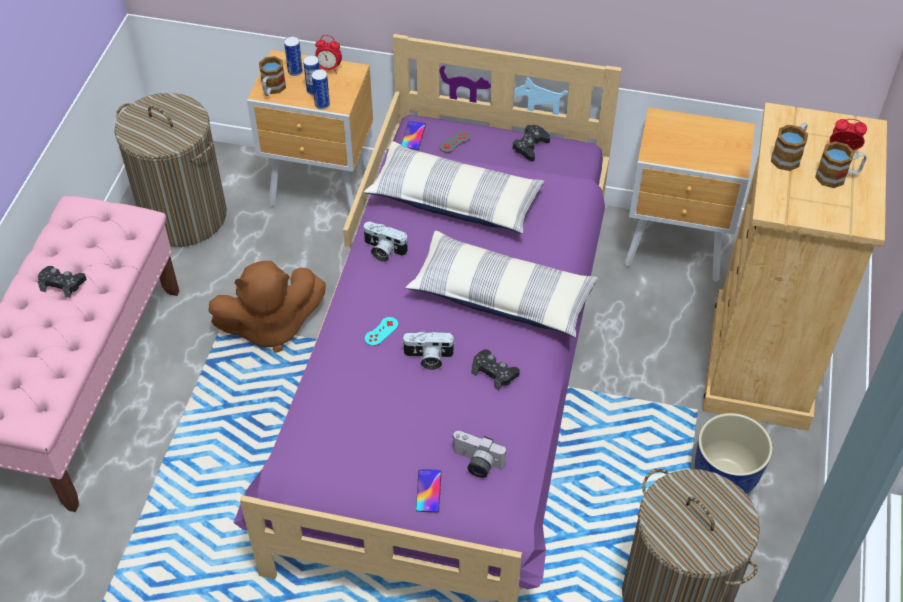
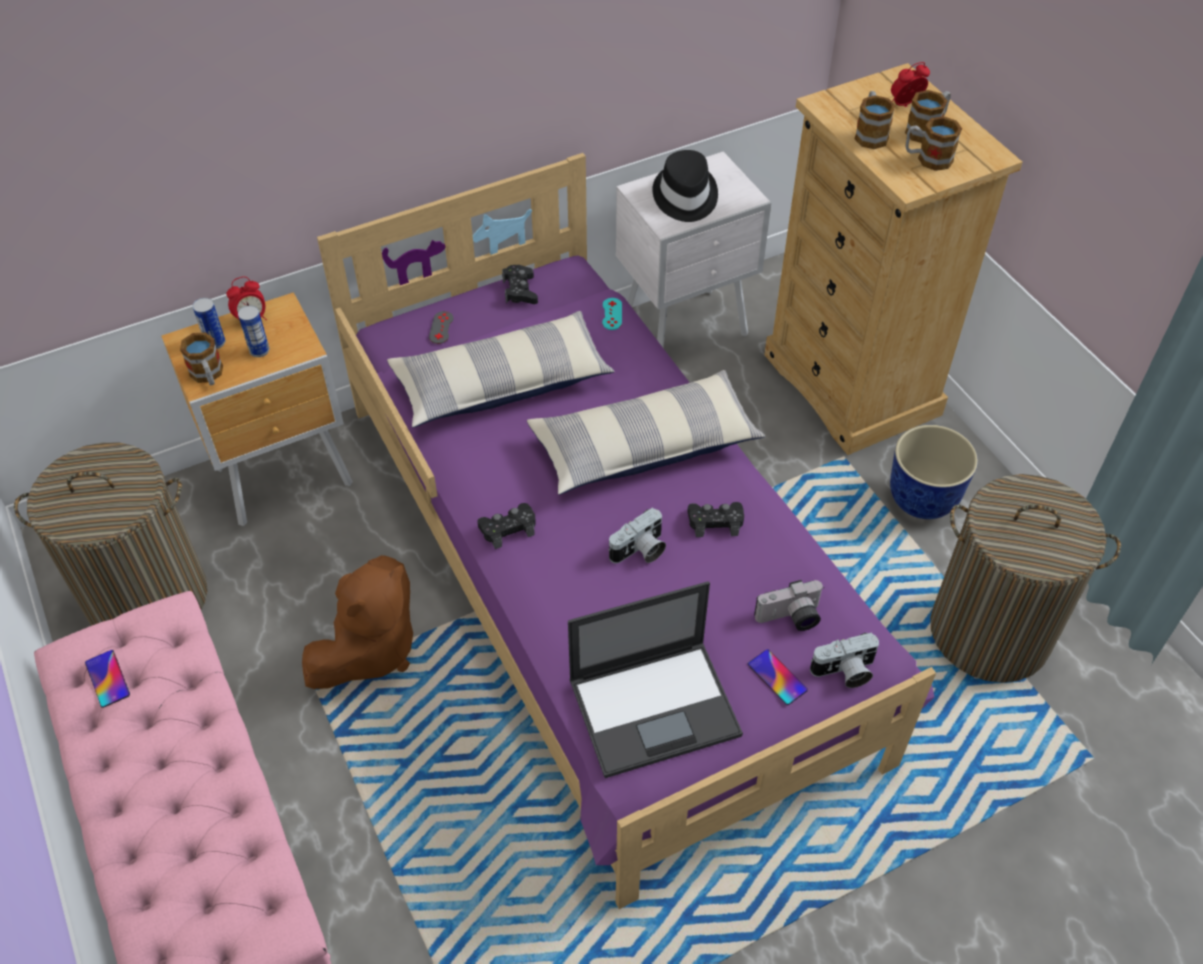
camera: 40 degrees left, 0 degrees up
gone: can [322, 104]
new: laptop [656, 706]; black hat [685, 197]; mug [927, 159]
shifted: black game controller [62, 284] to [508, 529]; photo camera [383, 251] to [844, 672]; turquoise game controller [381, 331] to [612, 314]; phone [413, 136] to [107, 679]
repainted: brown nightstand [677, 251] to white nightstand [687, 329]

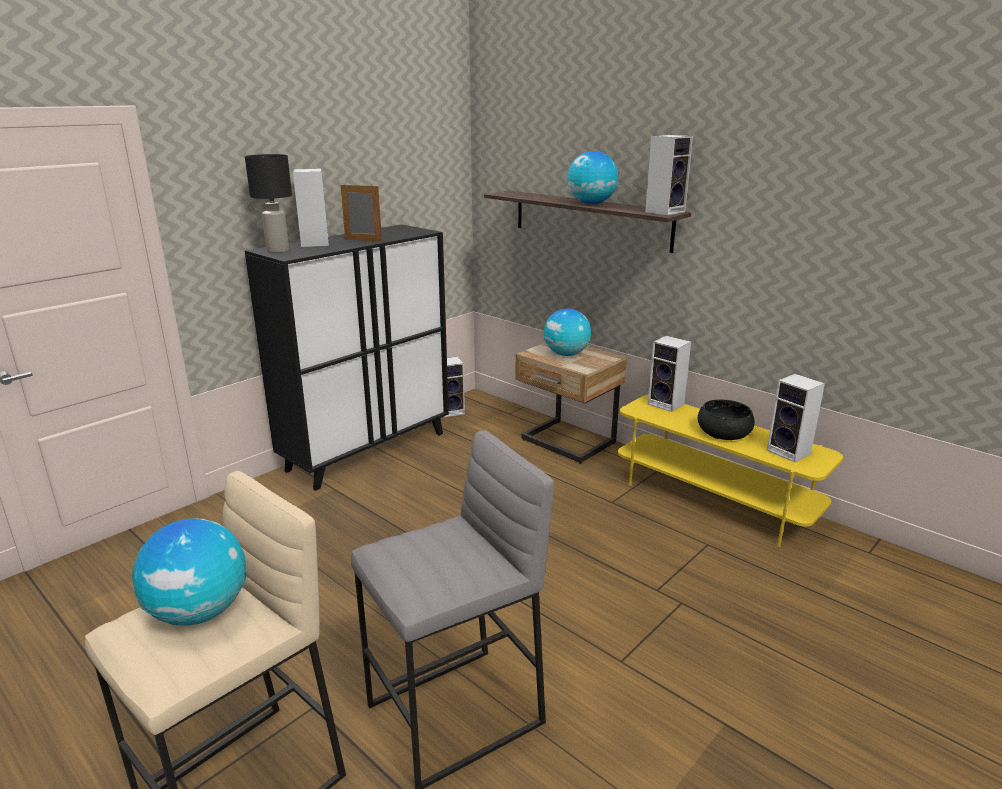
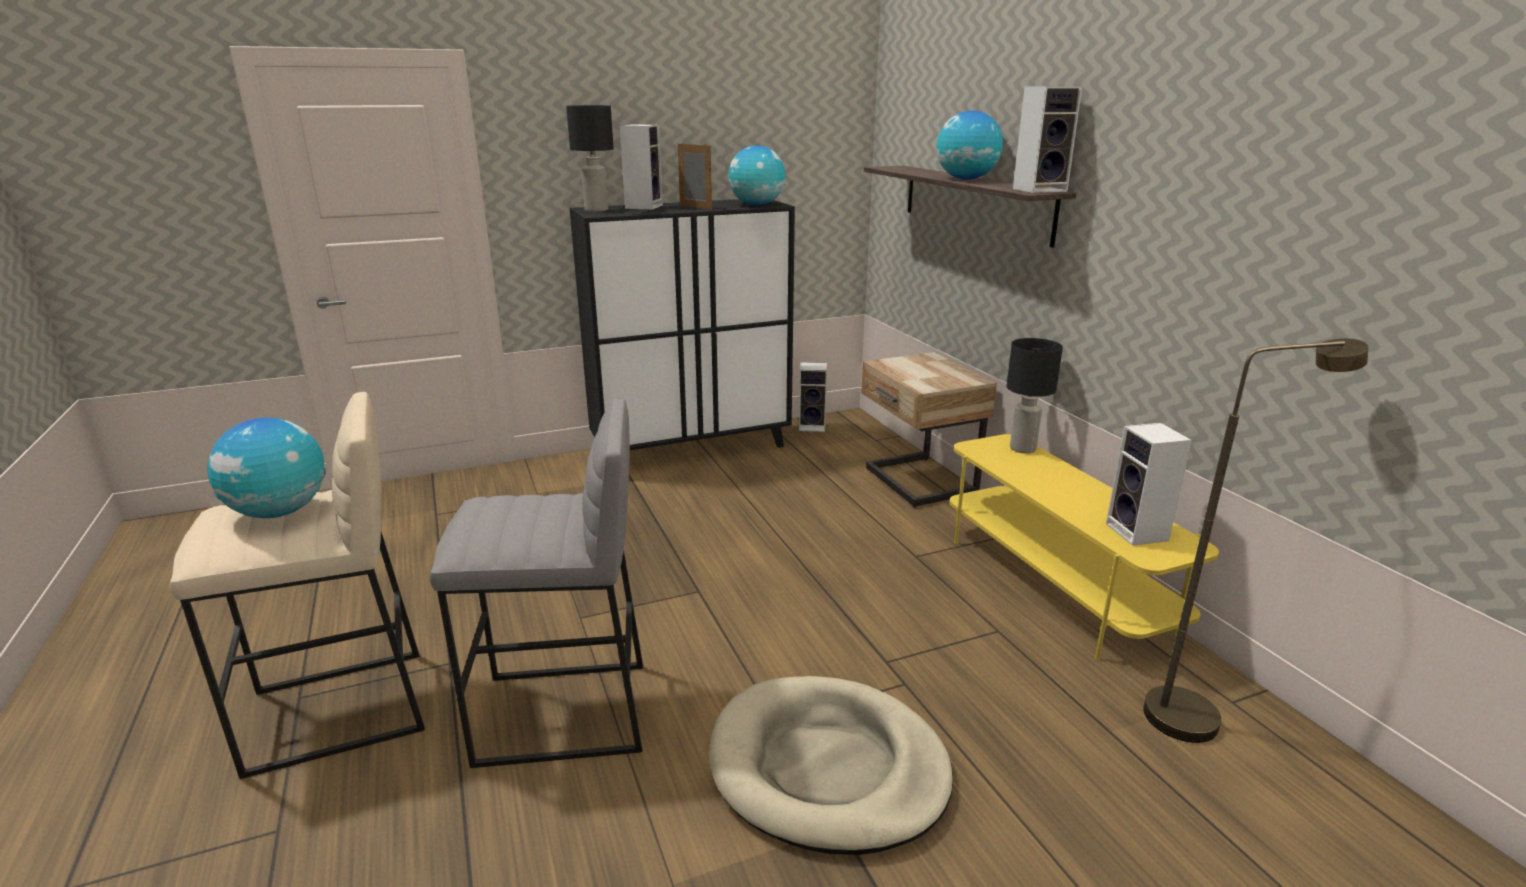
camera: 25 degrees right, 0 degrees up
gone: black bowl [724, 432]
new: beige dog bed [827, 768]; brown floor lamp [1196, 713]
shifted: globe [566, 354] to [757, 205]
swapped: speaker [667, 404] to black table lamp [1023, 449]

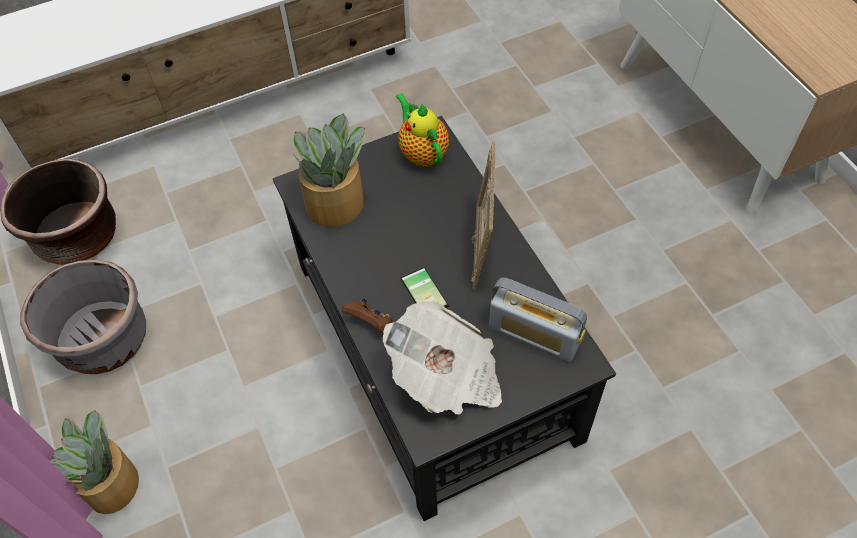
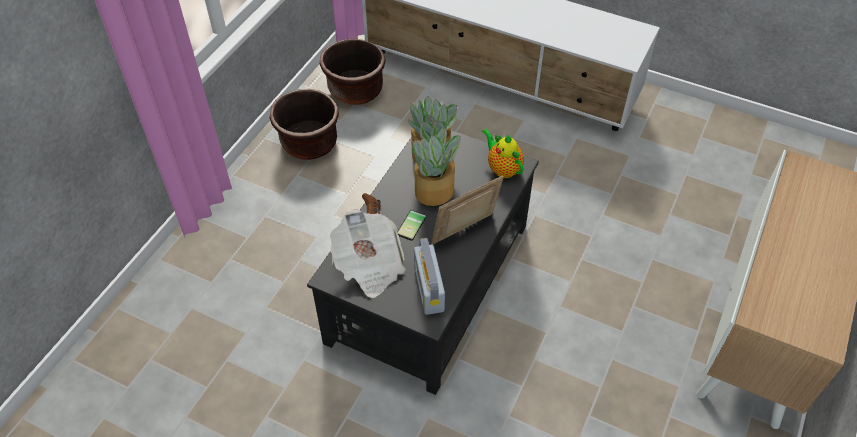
camera: 50 degrees right, 5 degrees down
shifted: potted plant [113, 484] to [435, 191]
repainted: grey planter [103, 340] to brown planter [309, 143]
rotated: teapot [422, 152] = [502, 168] 60 degrees counterclockwise

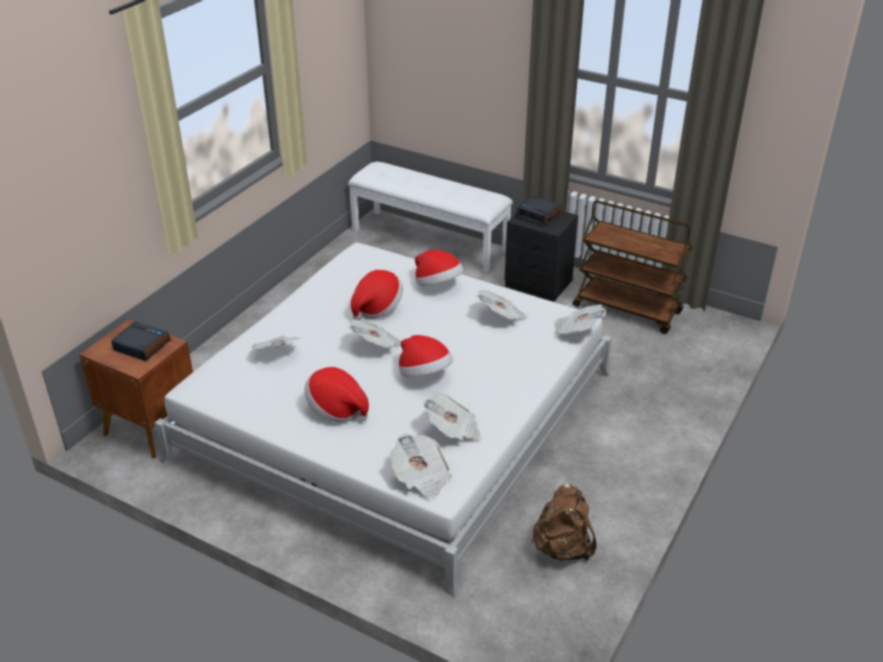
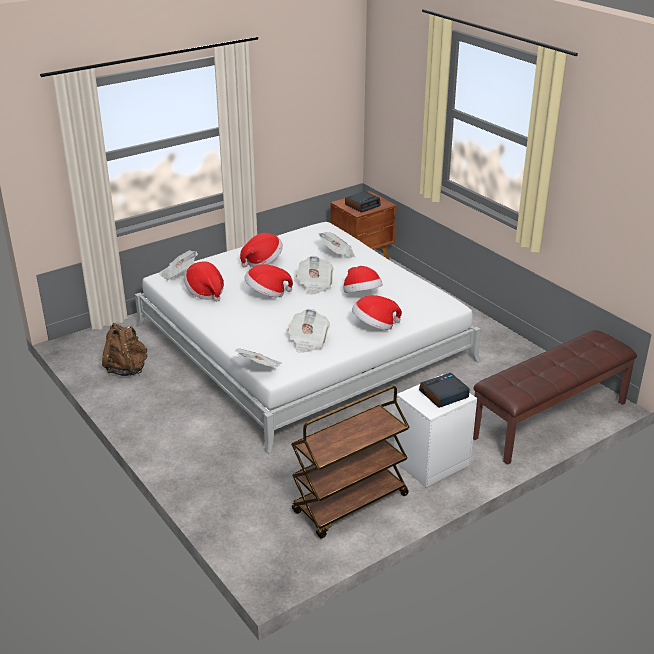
camera: 115 degrees right, 5 degrees down
swapped: newspaper [453, 430] to hat [205, 292]
repainted: white bench [430, 240] to brown bench [550, 420]; black nightstand [539, 284] to white nightstand [430, 462]

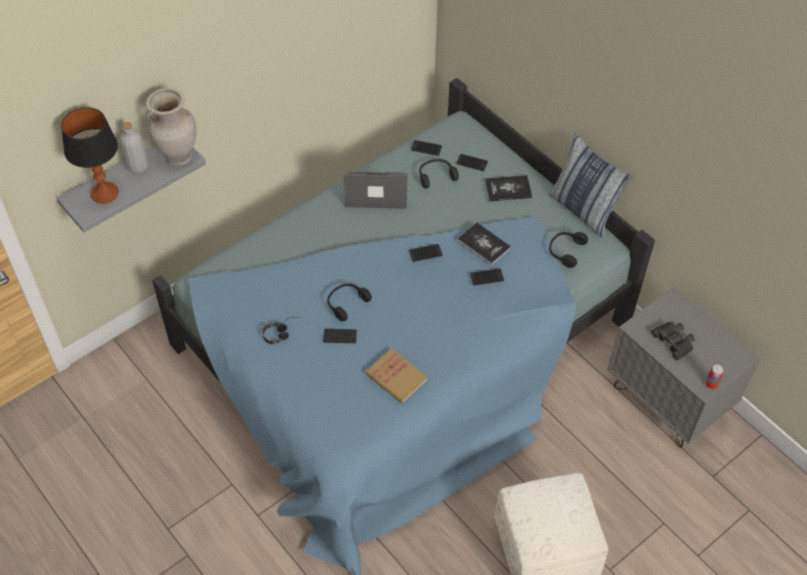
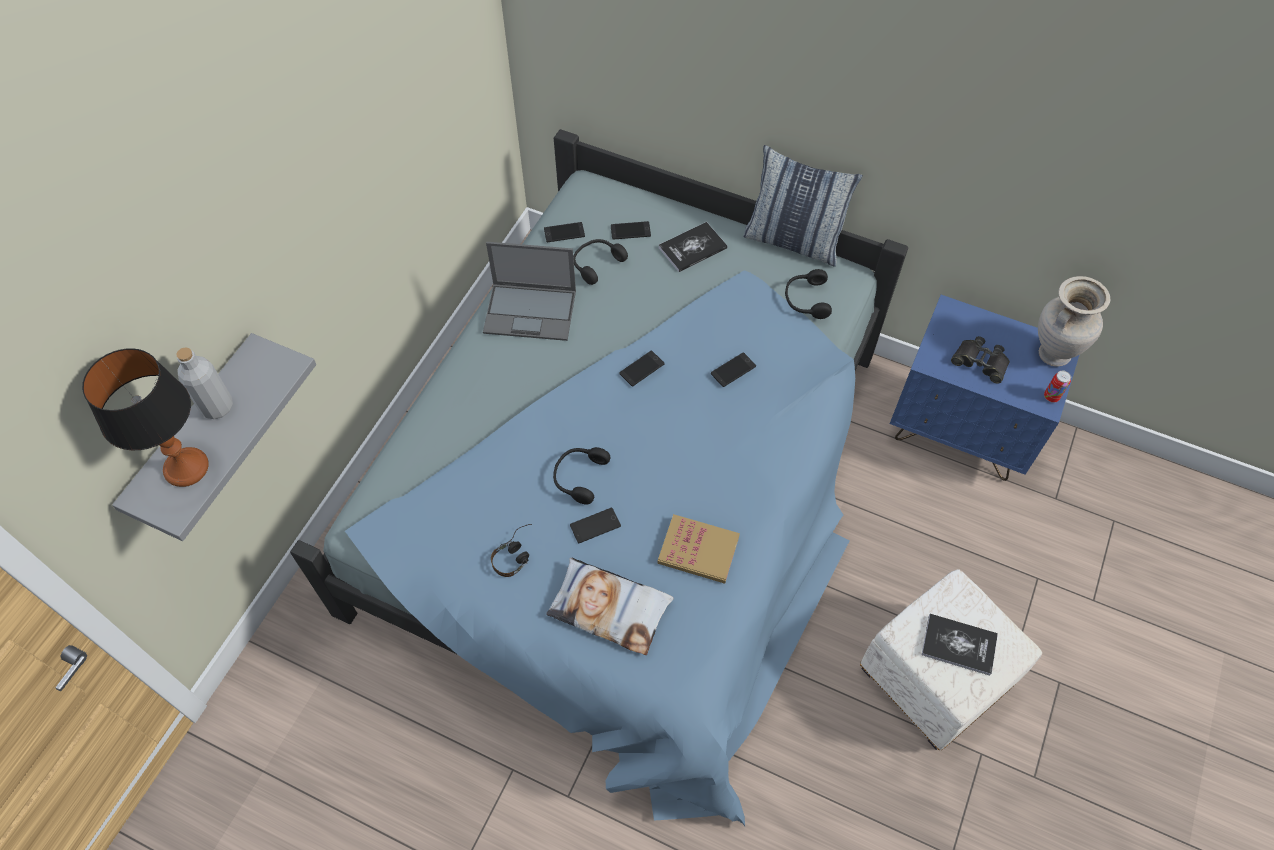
camera: 25 degrees left, 5 degrees up
new: pillow [610, 608]
shifted: beige vase [178, 156] to [1052, 354]; book [483, 244] to [959, 644]
repainted: grey nightstand [667, 401] to blue nightstand [960, 431]
rotated: laptop [375, 191] = [531, 311] 150 degrees counterclockwise

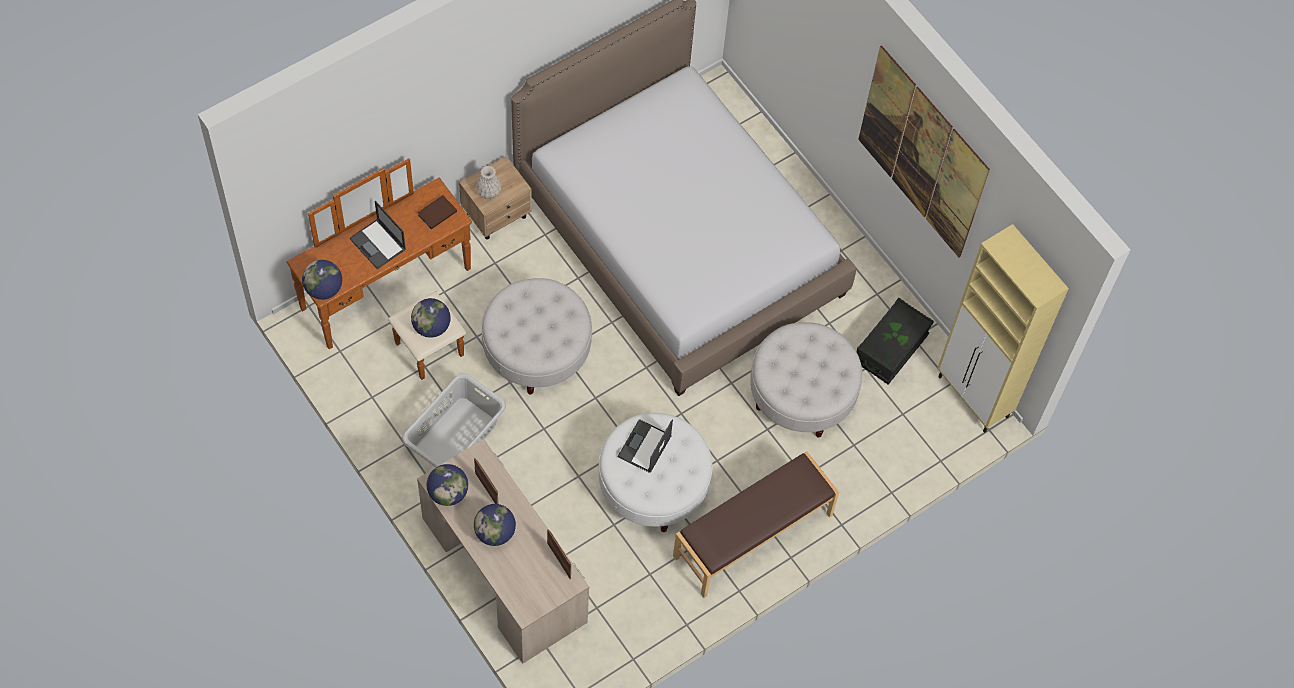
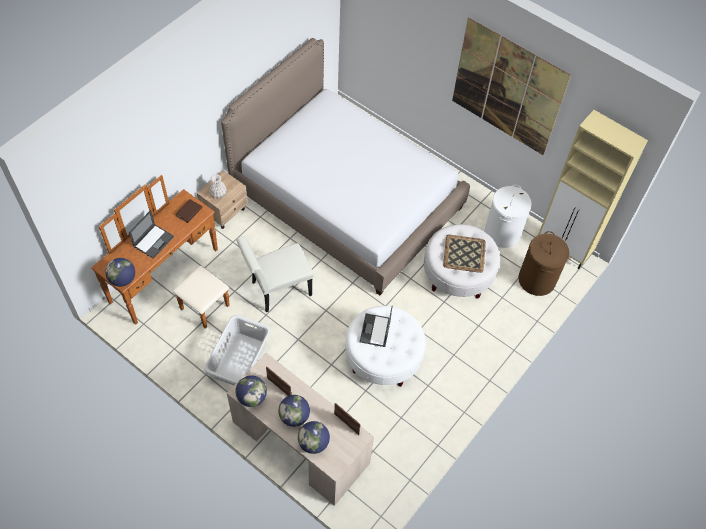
camera: 15 degrees left, 5 degrees down
gone: brown bench [753, 536]
new: tray [464, 254]; brown laundry basket [537, 280]
shifted: globe [431, 327] to [313, 443]
swapped: white ottoman [536, 351] to white chair [277, 290]; black storage box [891, 349] to white laundry basket [502, 233]
rotated: laptop [378, 244] = [154, 241] 90 degrees counterclockwise

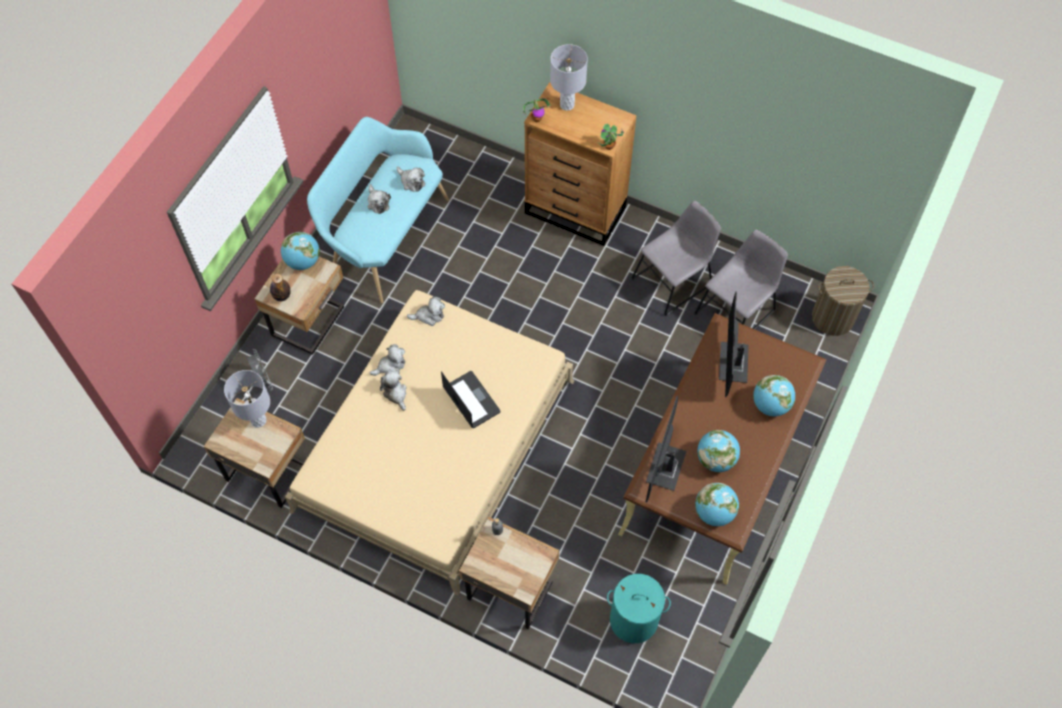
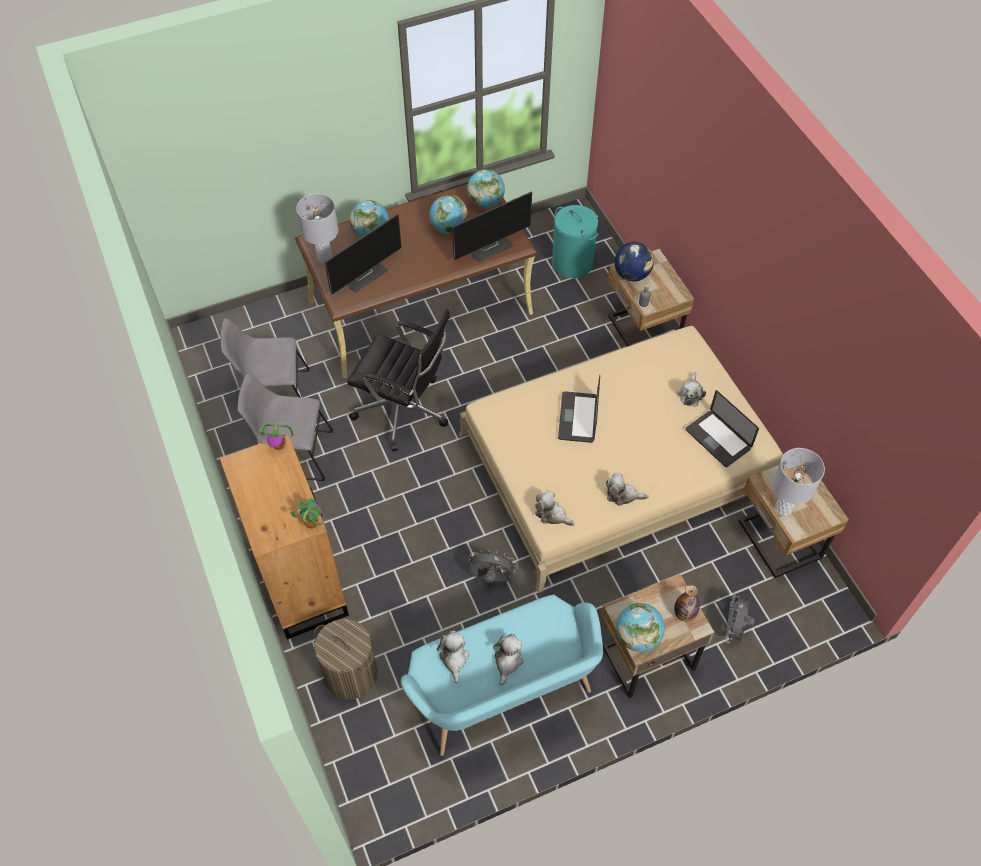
camera: 140 degrees left, 5 degrees down
new: black office chair [404, 411]; grey fan [491, 579]; globe [632, 274]; laptop [718, 439]
shifted: plush toy [395, 393] to [690, 394]; grey table lamp [566, 105] to [325, 257]; laundry basket [833, 317] to [351, 674]

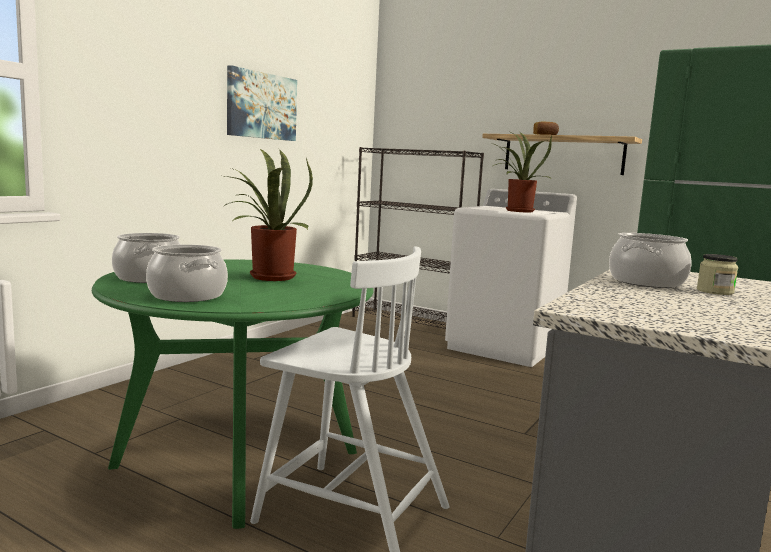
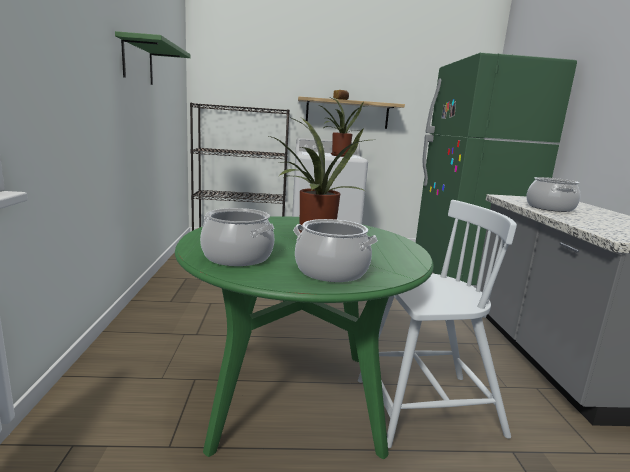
camera: 35 degrees left, 5 degrees up
gone: jar [715, 291]
swapped: picture [261, 106] to green shelf [137, 62]

